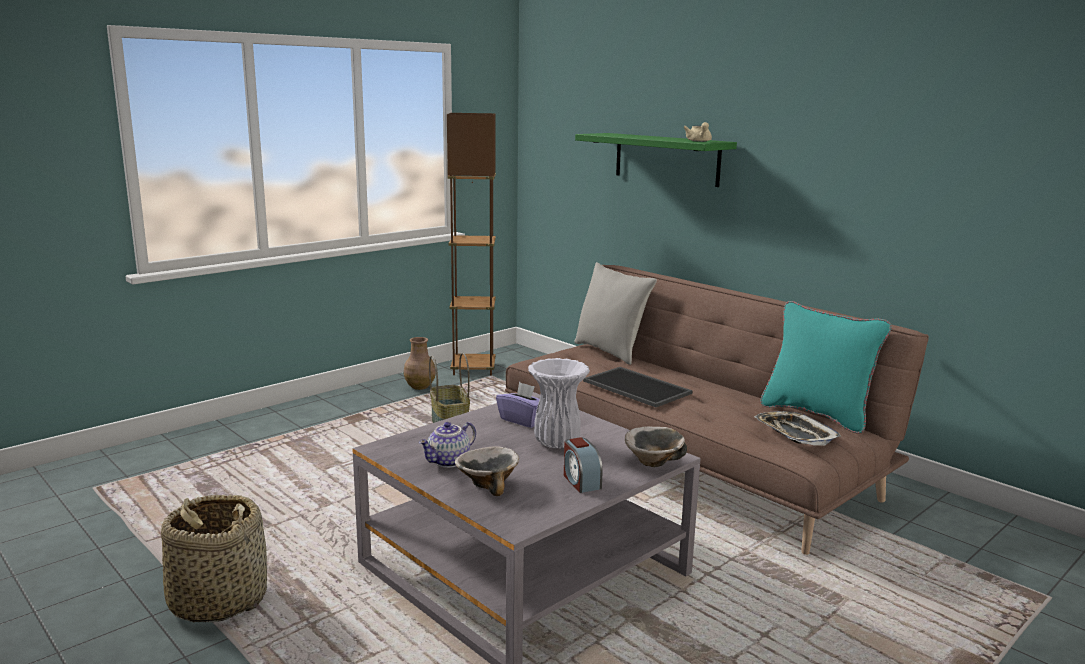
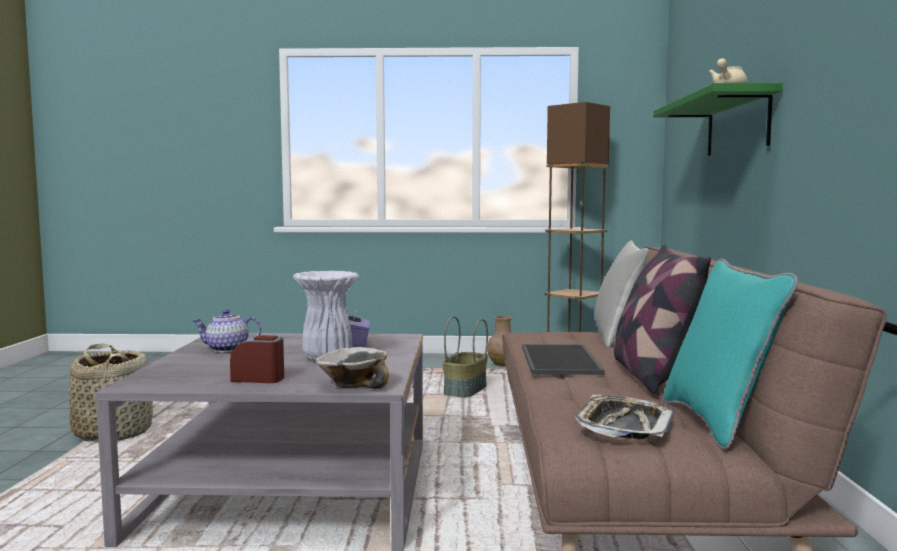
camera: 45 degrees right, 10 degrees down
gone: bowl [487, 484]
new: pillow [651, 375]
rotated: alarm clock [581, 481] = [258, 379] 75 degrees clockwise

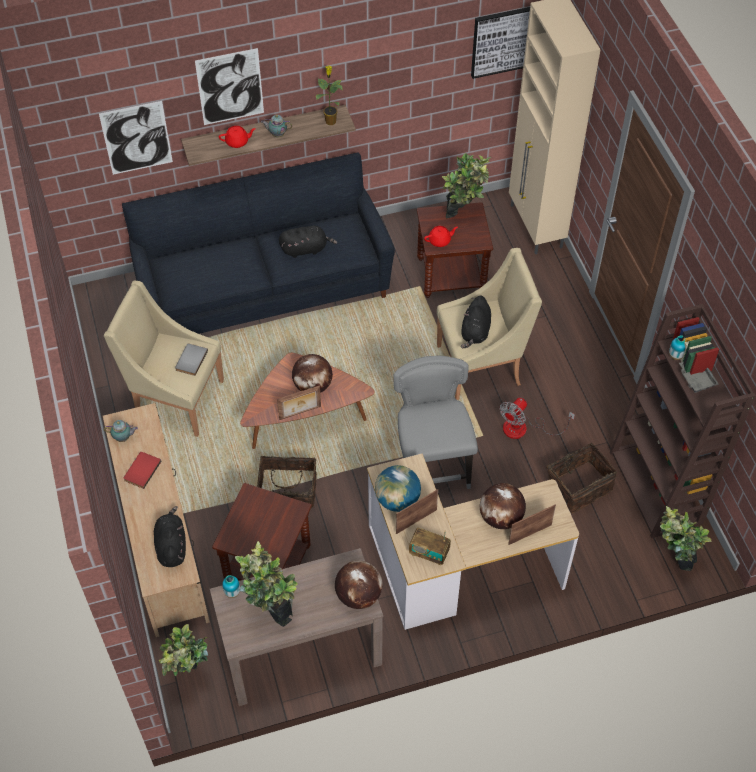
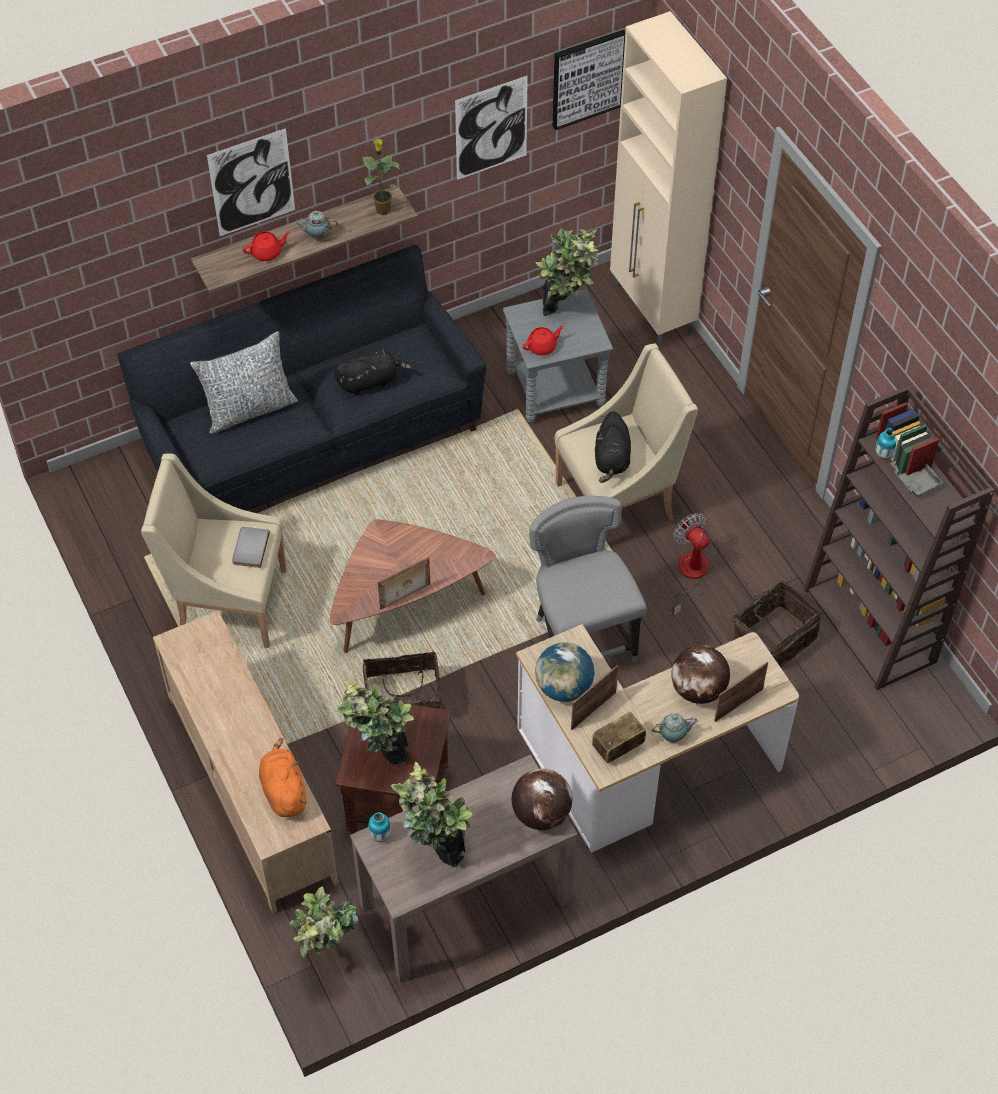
camera: 10 degrees left, 0 degrees up
gone: red book [141, 470]; globe [313, 386]
new: pillow [249, 409]
shifted: picture [136, 138] to [491, 128]; teapot [123, 438] to [673, 736]; potted plant [672, 563] to [379, 757]
repainted: black plush toy [171, 546] to orange plush toy [283, 790]; brown side table [451, 274] to grey side table [555, 388]
rotated: radio [429, 553] = [618, 747] 135 degrees clockwise; fan [524, 429] = [689, 575] 120 degrees clockwise

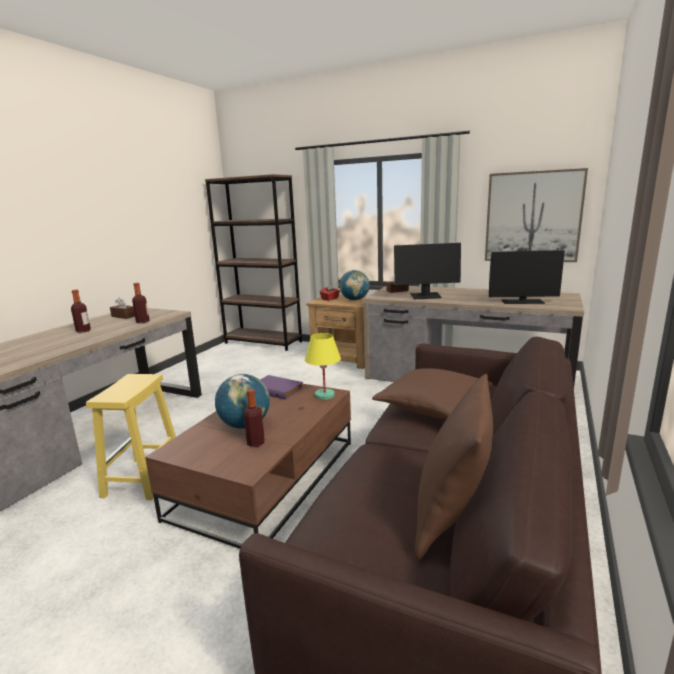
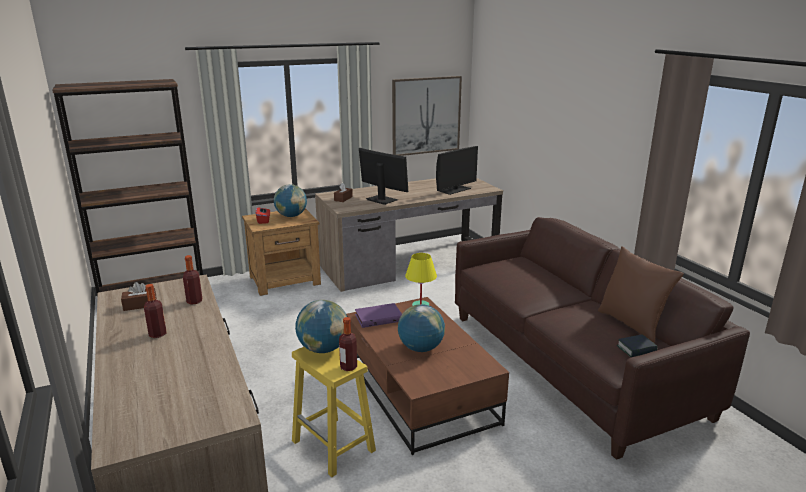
camera: 50 degrees left, 5 degrees up
gone: brown pillow [433, 407]
new: globe [323, 349]; book [636, 349]
shifted: bottle [256, 443] to [348, 367]
rotated: monitor [425, 296] = [381, 200] 90 degrees counterclockwise

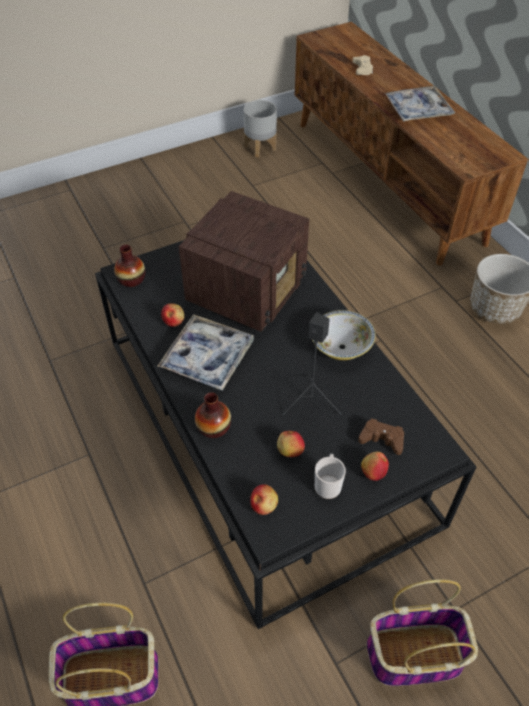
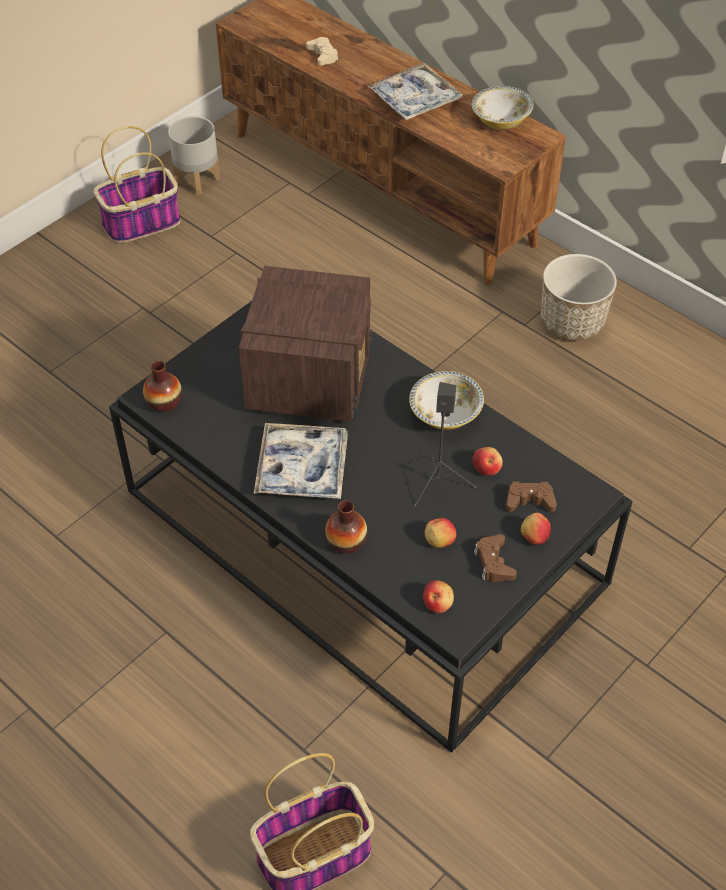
camera: 20 degrees left, 0 degrees up
new: bowl [500, 121]
shifted: apple [173, 321] to [486, 468]; basket [413, 656] to [141, 223]
swapped: mug [328, 484] to brown game controller [494, 562]

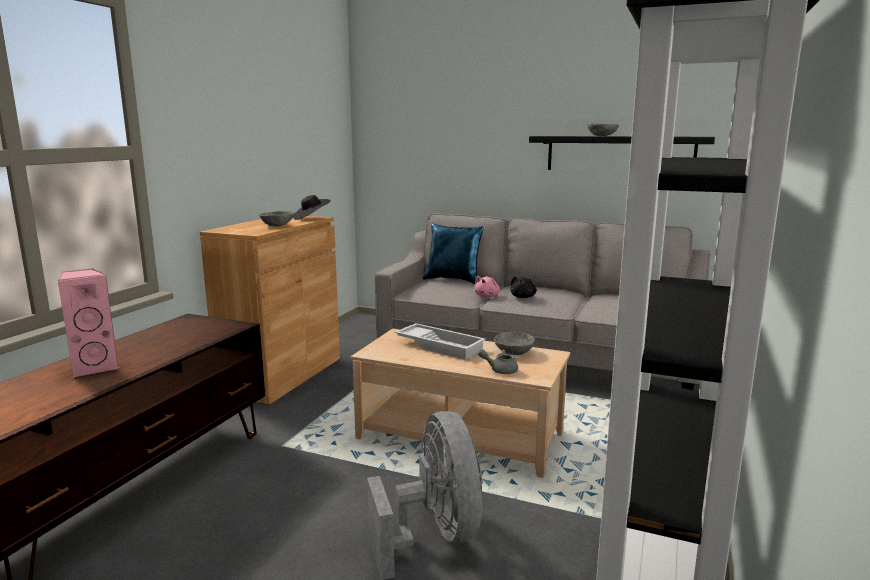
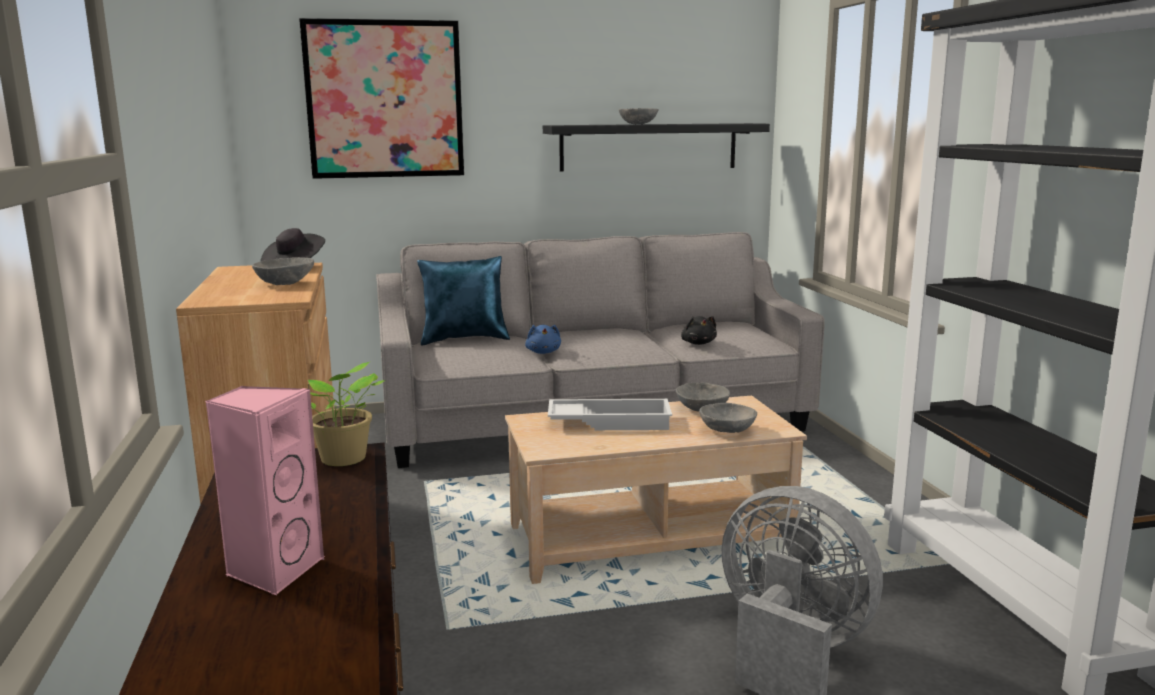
camera: 35 degrees left, 0 degrees up
new: picture [384, 99]; potted plant [344, 460]
shifted: black plush toy [523, 297] to [698, 343]
swapped: grey teapot [500, 370] to grey bowl [727, 431]
repainted: pink plush toy [487, 296] to blue plush toy [543, 352]

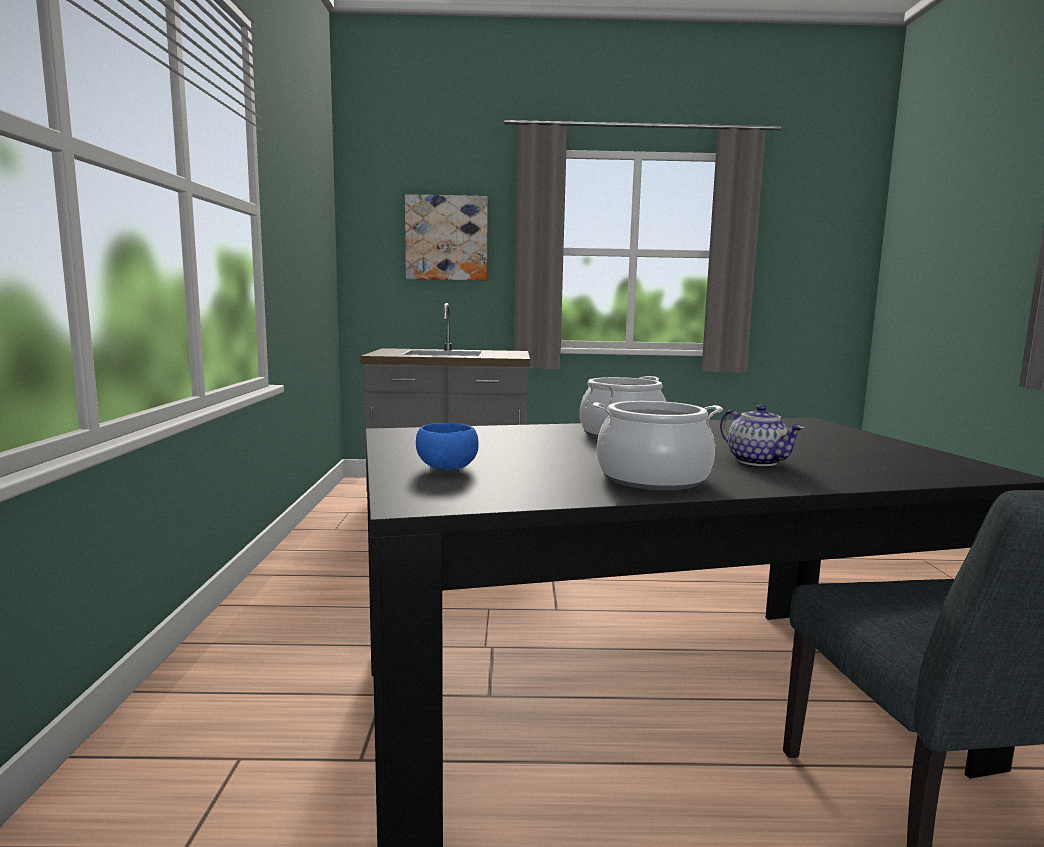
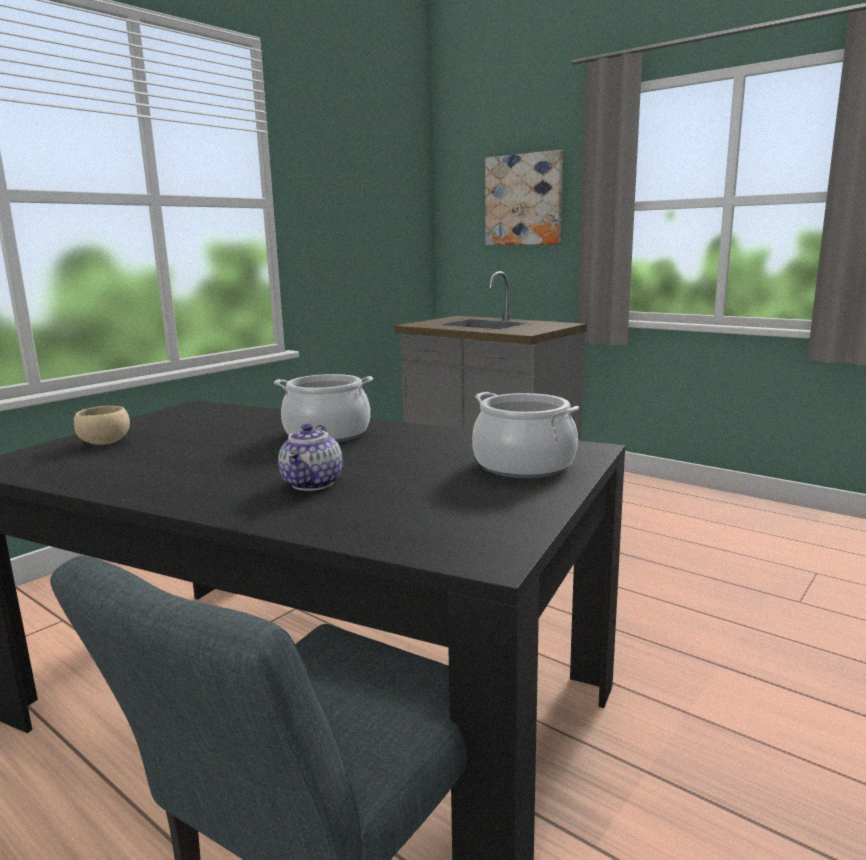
camera: 40 degrees right, 5 degrees up
shifted: cooking pot [653, 479] to [524, 465]
repainted: blue bowl [445, 468] to beige bowl [104, 442]

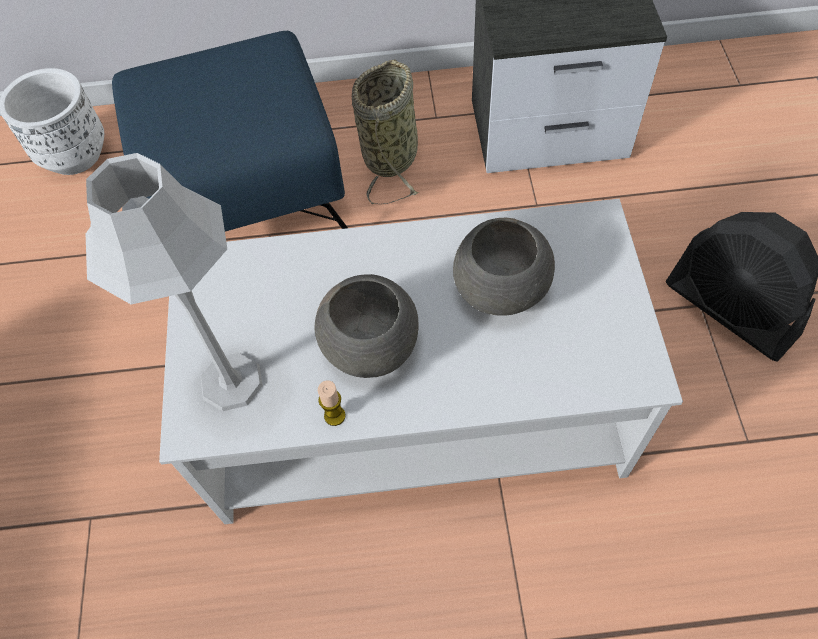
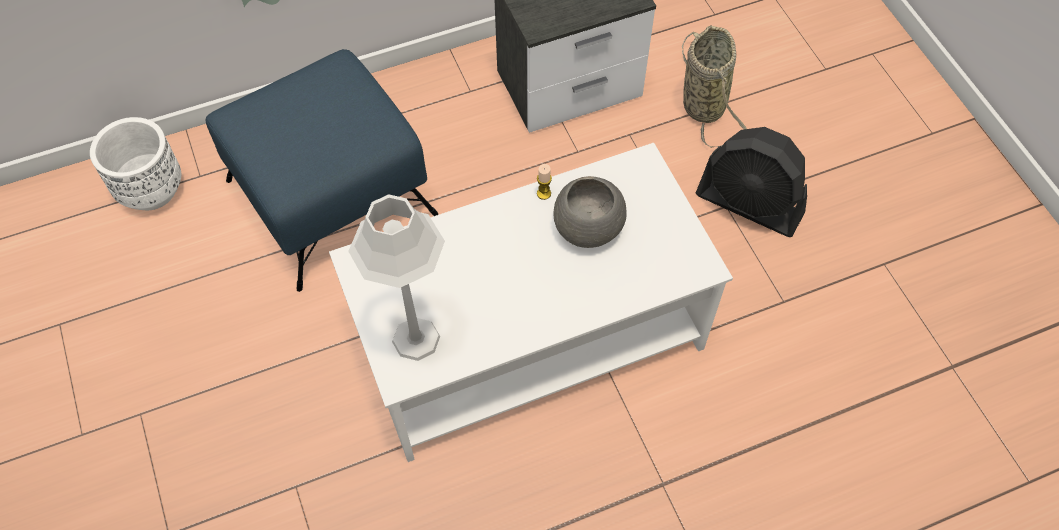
camera: 20 degrees left, 0 degrees up
gone: grey bowl [370, 346]
shifted: candle [334, 416] to [544, 193]; basket [391, 154] to [702, 102]

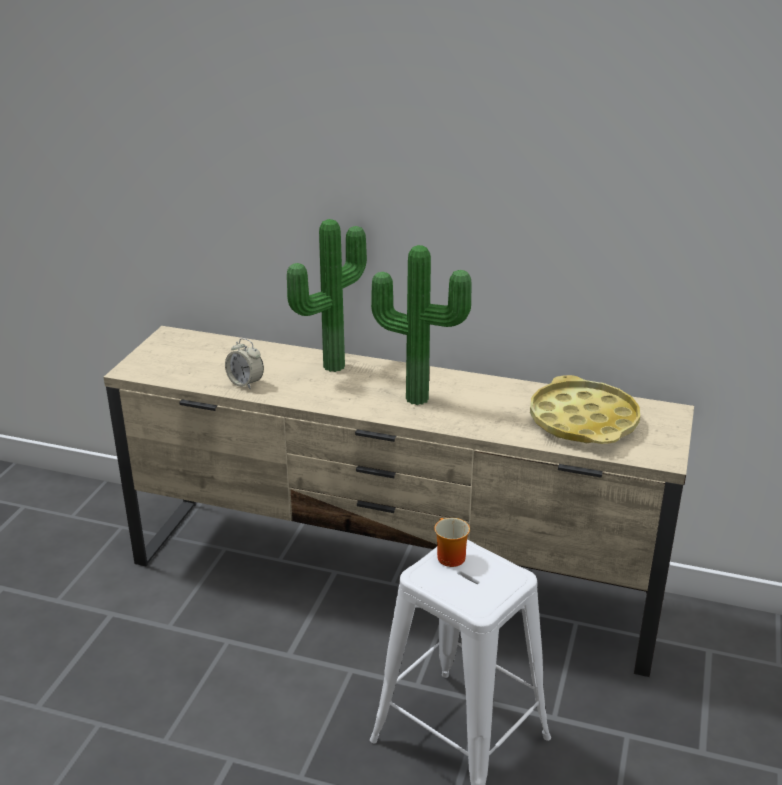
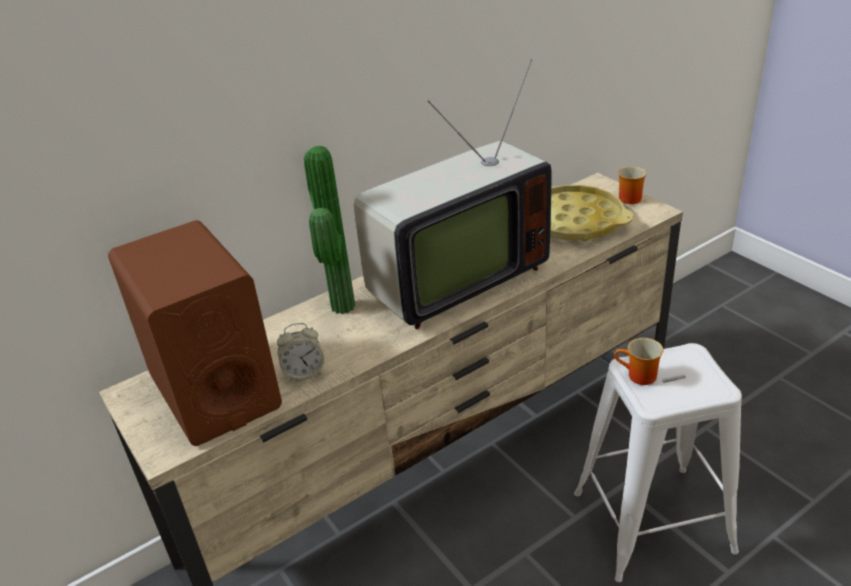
camera: 50 degrees left, 5 degrees up
new: brown speaker [214, 391]; mug [627, 198]
swapped: potted plant [418, 396] to television [451, 281]

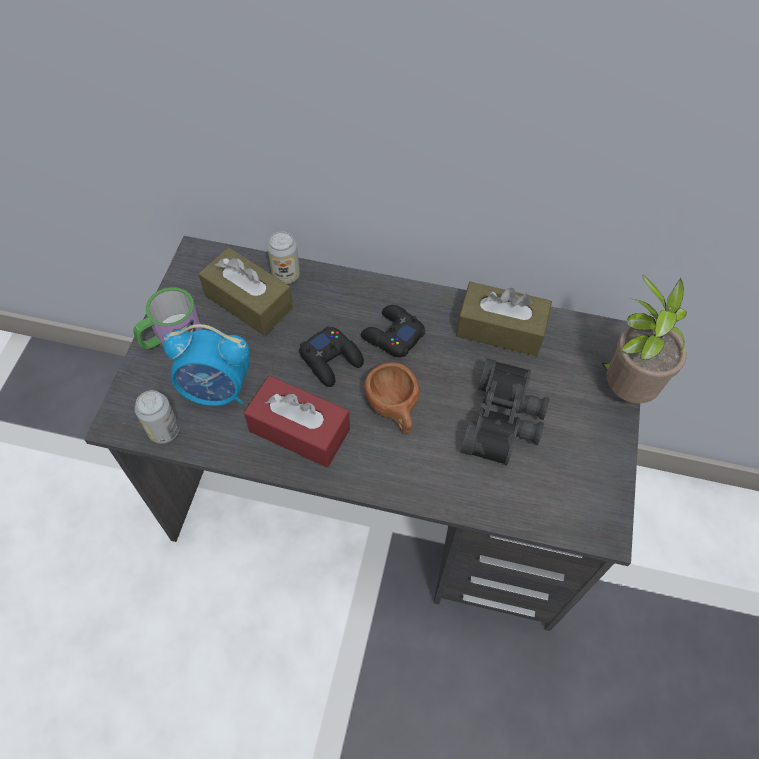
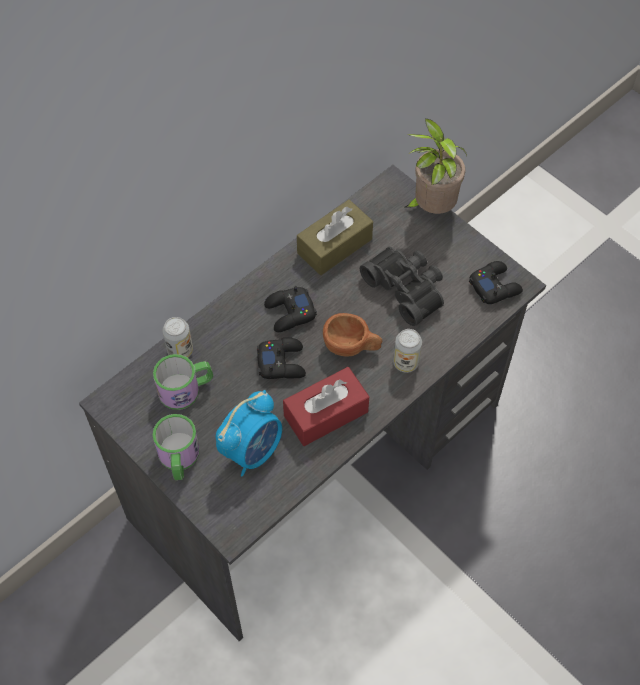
camera: 55 degrees left, 0 degrees up
new: black game controller [495, 286]
shifted: can [164, 431] to [405, 362]
swapped: brown tissue box [249, 302] to mug [186, 389]

